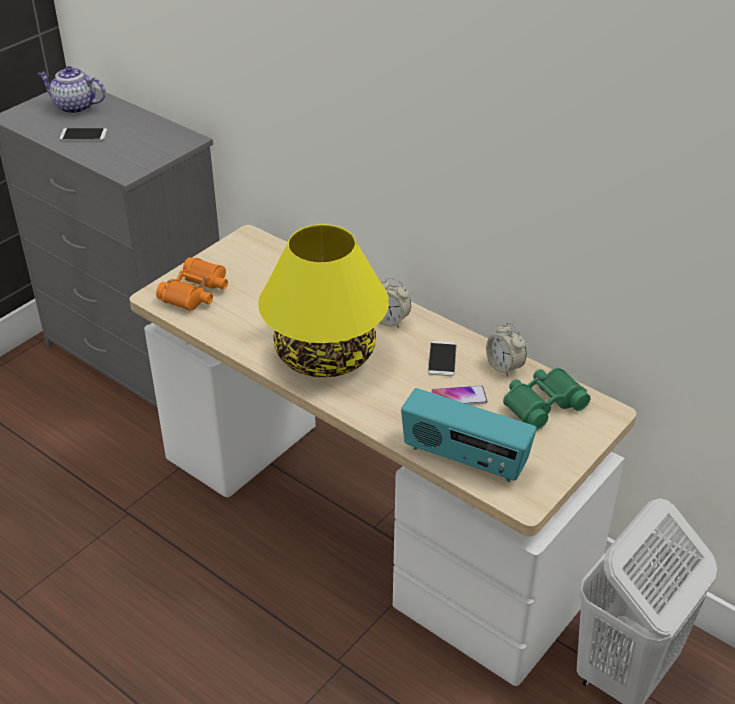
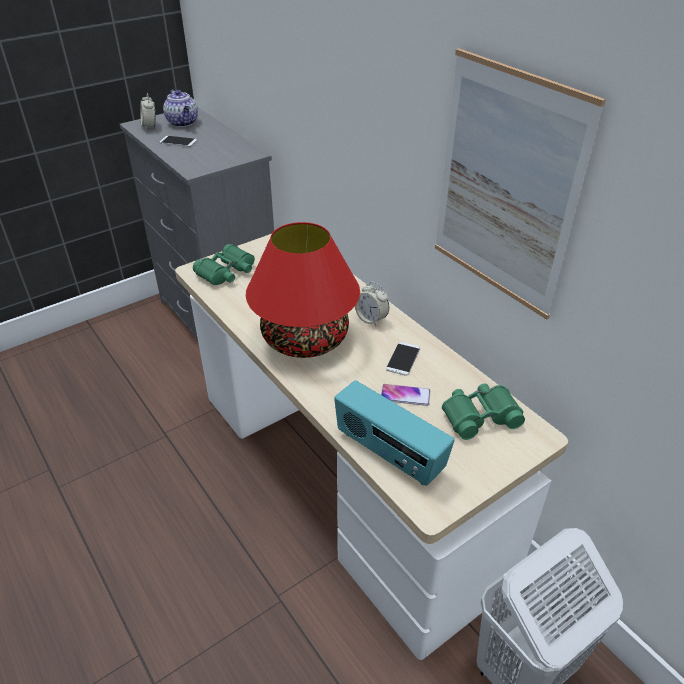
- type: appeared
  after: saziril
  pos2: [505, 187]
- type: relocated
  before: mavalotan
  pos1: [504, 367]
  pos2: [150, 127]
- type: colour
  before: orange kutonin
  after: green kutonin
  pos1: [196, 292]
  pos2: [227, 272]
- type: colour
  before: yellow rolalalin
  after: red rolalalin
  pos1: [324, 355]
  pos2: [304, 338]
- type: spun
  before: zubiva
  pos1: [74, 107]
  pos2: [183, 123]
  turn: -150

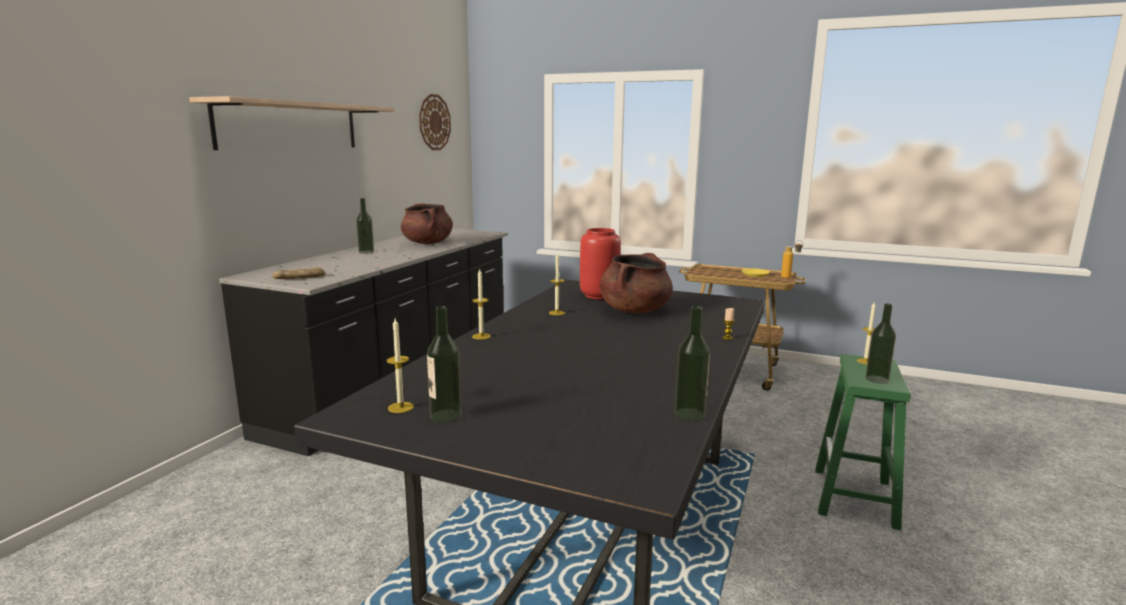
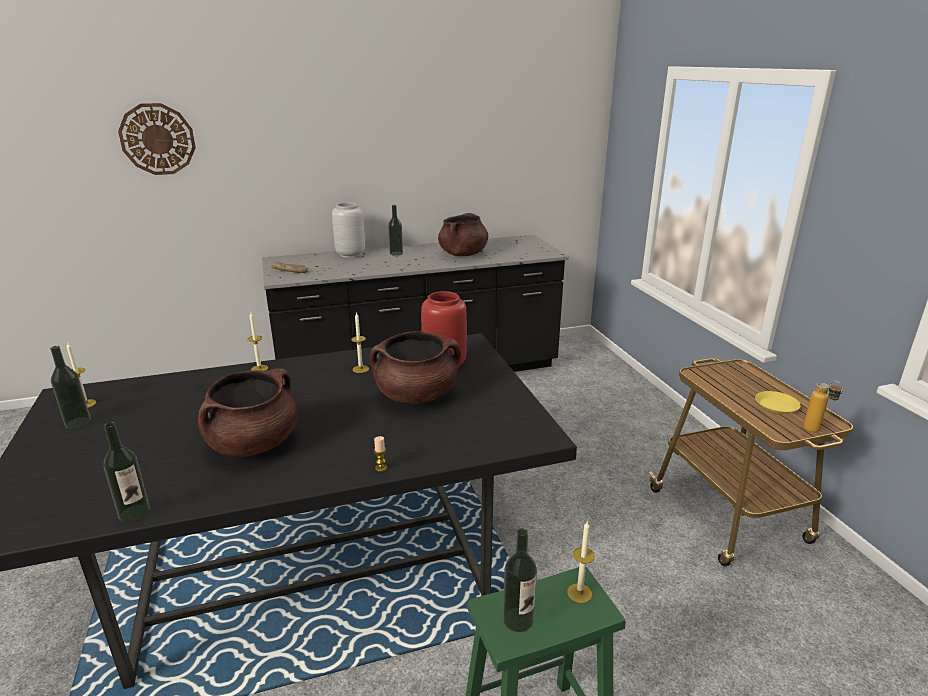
- type: missing
  before: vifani
  pos1: [290, 126]
- type: appeared
  after: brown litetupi
  pos2: [253, 444]
- type: appeared
  after: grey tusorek
  pos2: [351, 254]
- type: relocated
  before: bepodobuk
  pos1: [434, 122]
  pos2: [157, 139]

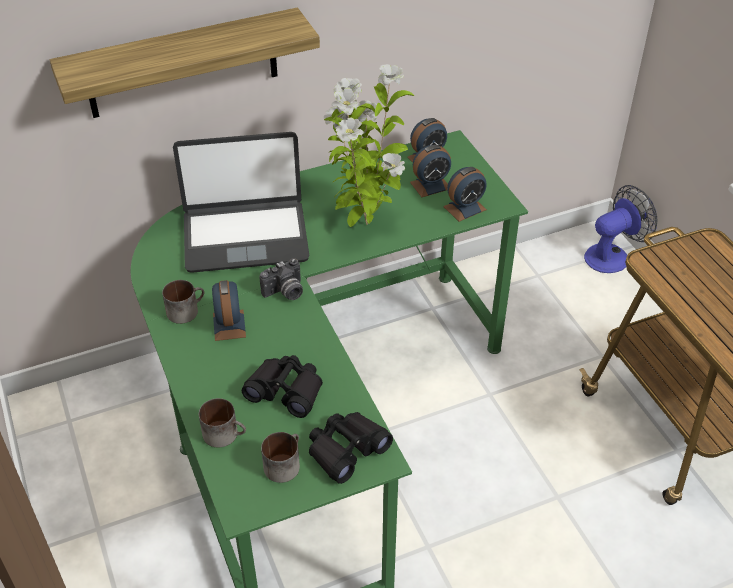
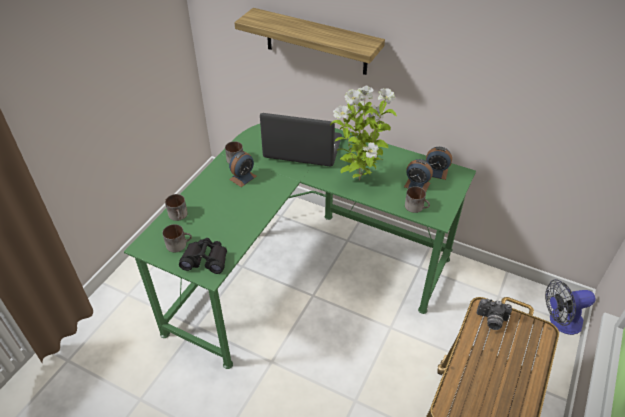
- type: missing
  before: black kutonin
  pos1: [286, 391]
- type: relocated
  before: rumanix
  pos1: [285, 292]
  pos2: [491, 320]
- type: exchanged
  before: mavalotan
  after: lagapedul
  pos1: [464, 208]
  pos2: [416, 207]
- type: spun
  before: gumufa
  pos1: [245, 236]
  pos2: [303, 148]
  turn: 150
- type: spun
  before: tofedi
  pos1: [613, 255]
  pos2: [560, 322]
  turn: 150

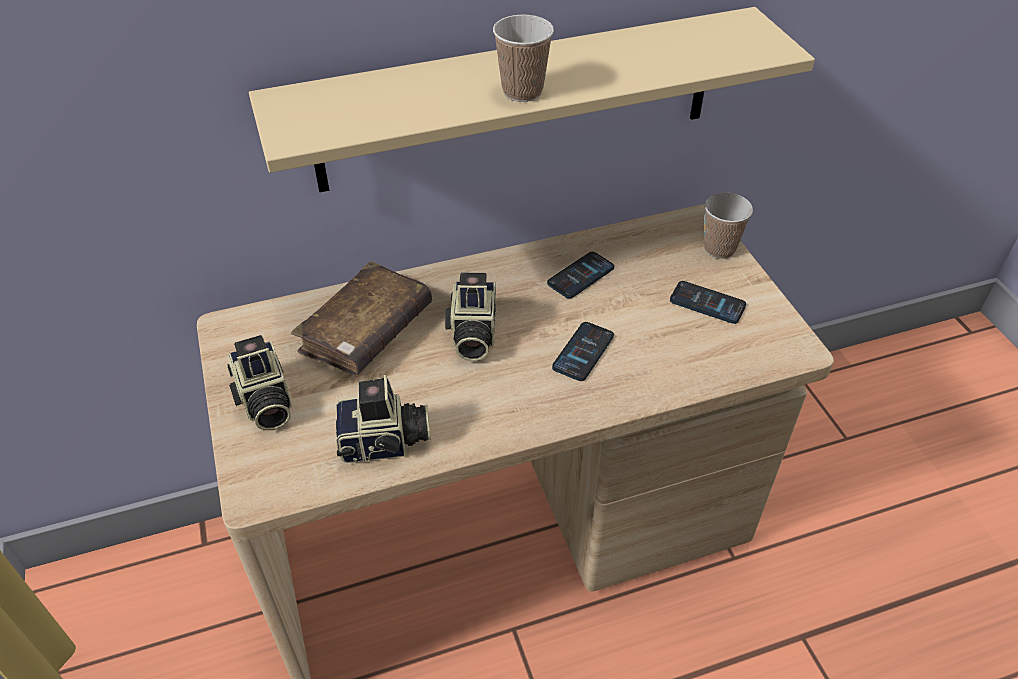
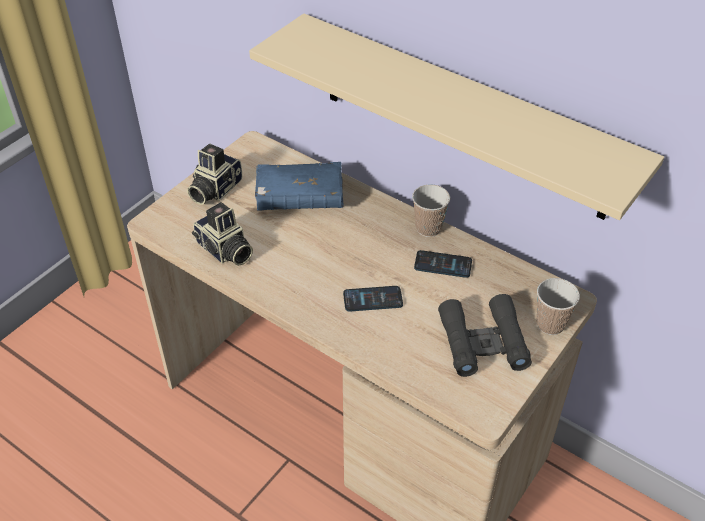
- type: missing
  before: rumanix
  pos1: [472, 334]
- type: relocated
  before: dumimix
  pos1: [522, 92]
  pos2: [428, 228]
- type: exchanged
  before: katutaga
  after: black kutonin
  pos1: [707, 303]
  pos2: [483, 342]
- type: colour
  before: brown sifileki
  after: blue sifileki
  pos1: [366, 331]
  pos2: [300, 197]

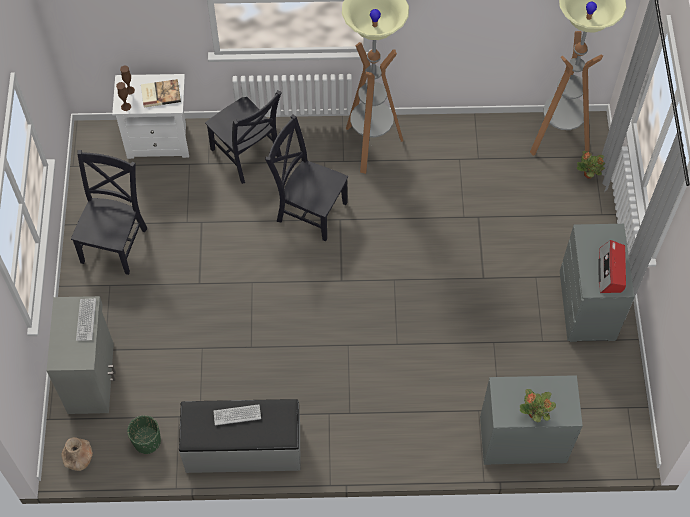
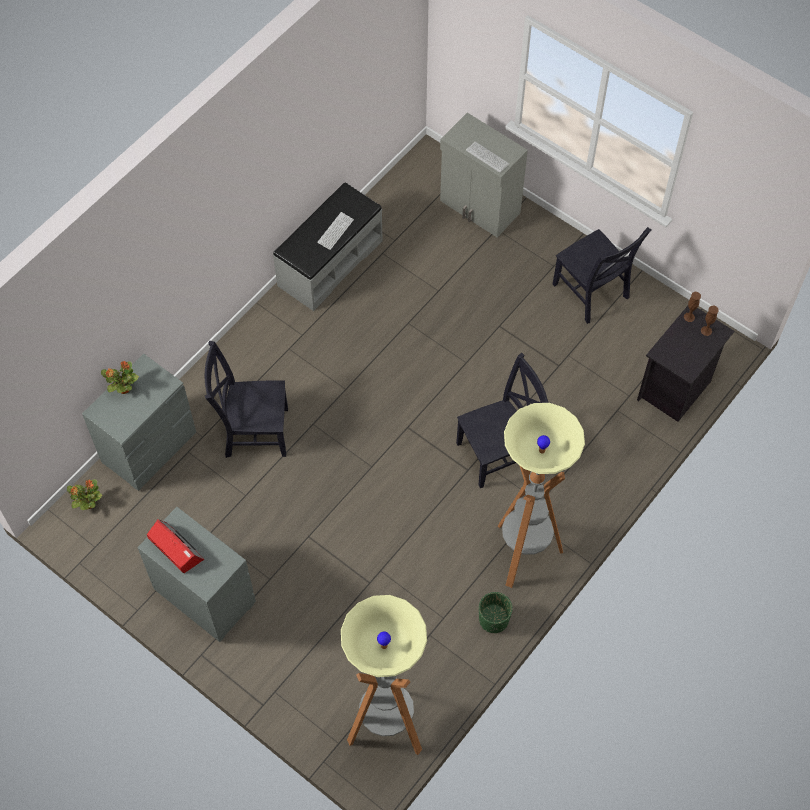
- type: missing
  before: brown tusorek
  pos1: [79, 458]
- type: missing
  before: sifileki
  pos1: [160, 94]
- type: relocated
  before: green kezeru
  pos1: [147, 441]
  pos2: [493, 620]
- type: relocated
  before: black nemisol
  pos1: [247, 155]
  pos2: [253, 431]
- type: relocated
  before: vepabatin
  pos1: [589, 174]
  pos2: [88, 504]
- type: colour
  before: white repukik
  after: black repukik
  pos1: [159, 140]
  pos2: [675, 390]

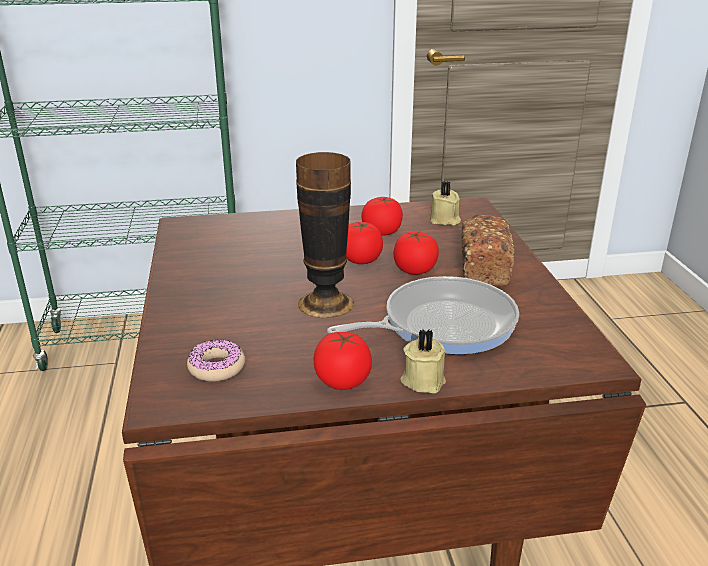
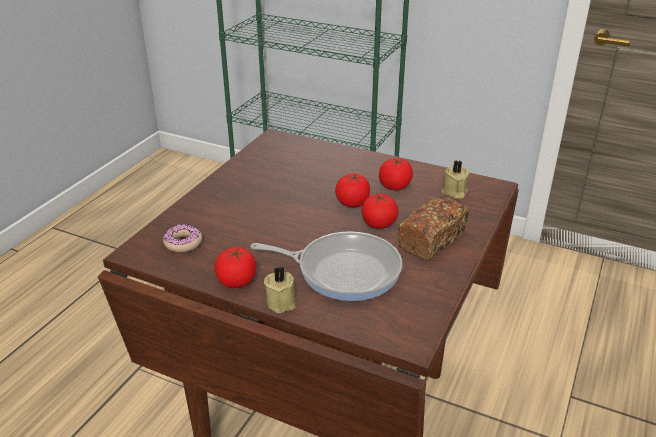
- type: missing
  before: tusorek
  pos1: [326, 303]

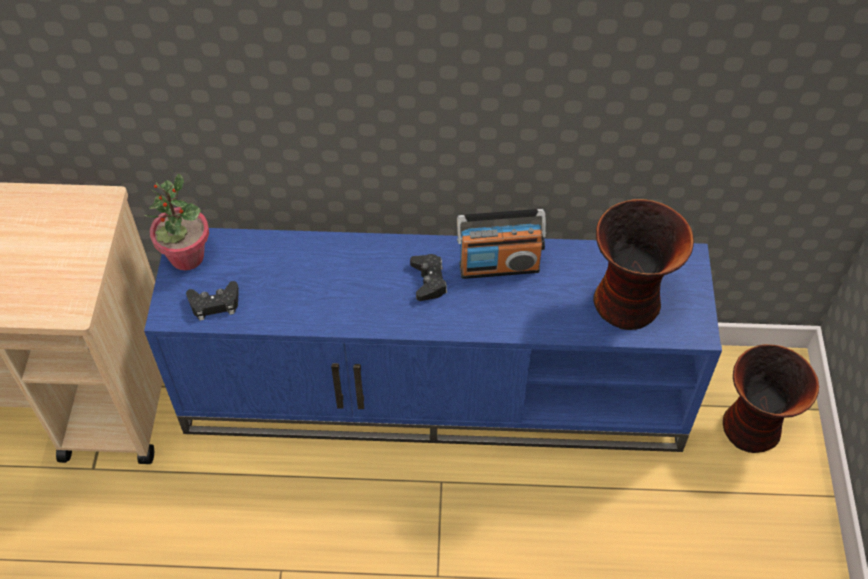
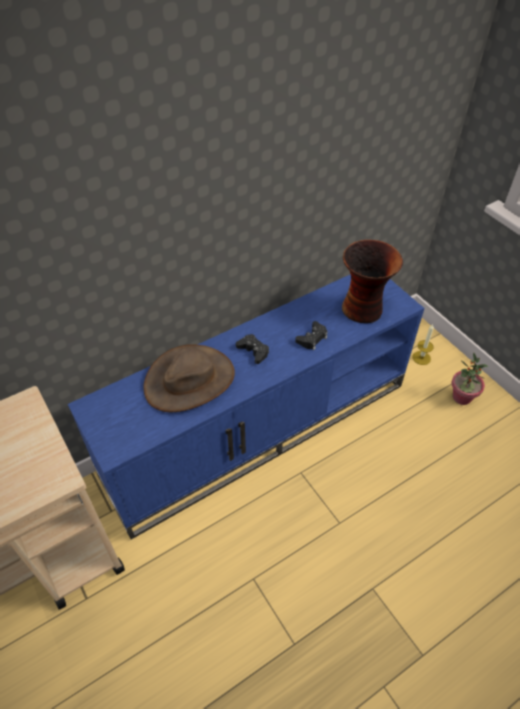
- type: missing
  before: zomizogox
  pos1: [499, 266]
- type: appeared
  after: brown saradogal
  pos2: [189, 380]
- type: relocated
  before: vepabatin
  pos1: [186, 257]
  pos2: [461, 397]
- type: relocated
  before: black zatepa
  pos1: [215, 304]
  pos2: [312, 338]
- type: exchanged
  before: tusorek
  after: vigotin
  pos1: [753, 429]
  pos2: [421, 358]

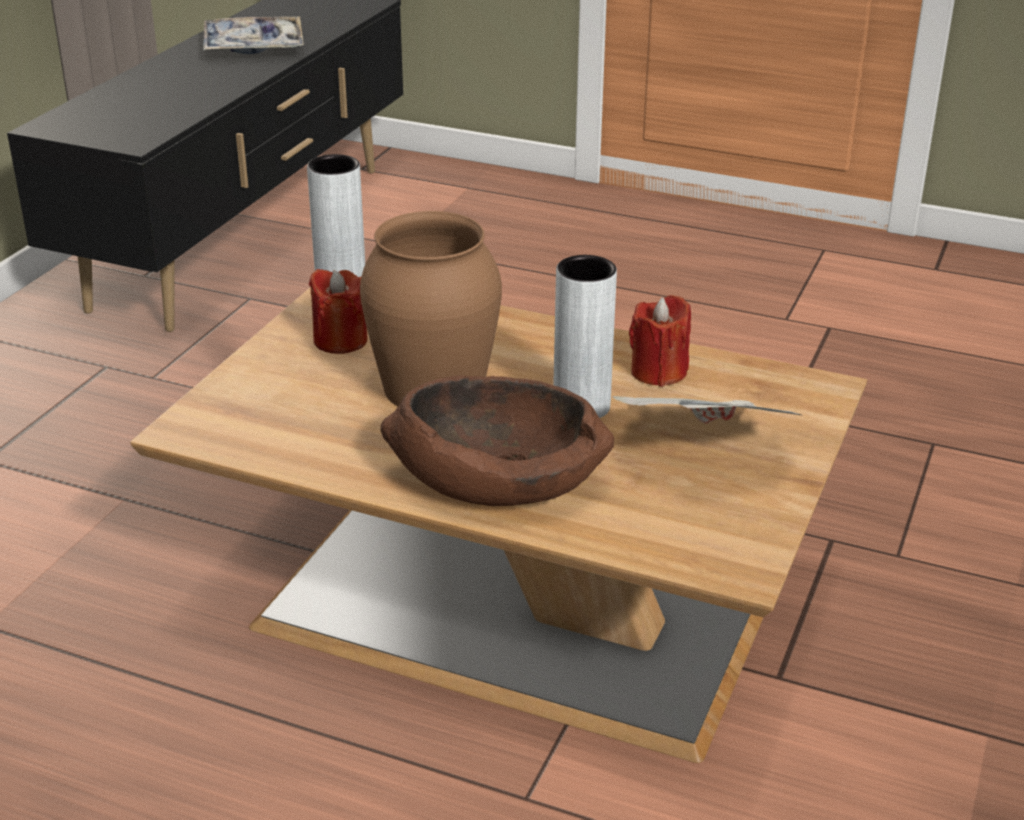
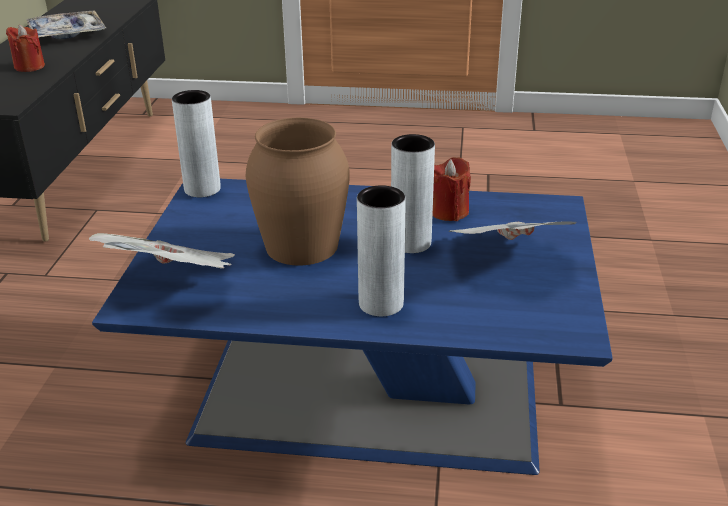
- type: appeared
  after: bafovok
  pos2: [174, 281]
- type: relocated
  before: red vigotin
  pos1: [340, 340]
  pos2: [29, 67]
- type: exchanged
  before: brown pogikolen
  after: grey tusorek
  pos1: [498, 480]
  pos2: [381, 304]
- type: colour
  before: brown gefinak
  after: blue gefinak
  pos1: [506, 605]
  pos2: [363, 391]

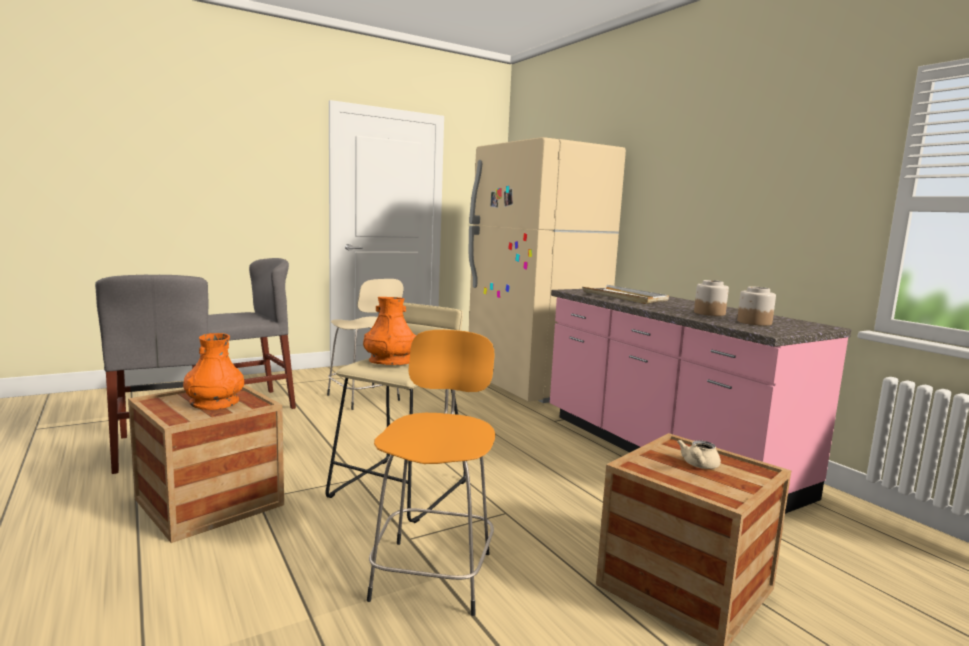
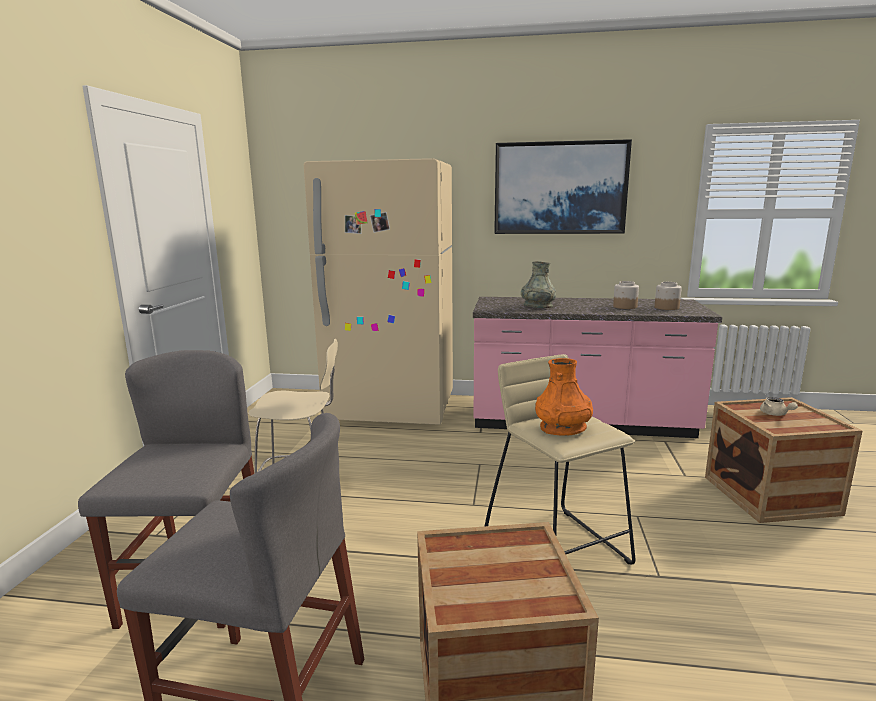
- type: missing
  before: orange tusorek
  pos1: [214, 402]
- type: missing
  before: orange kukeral
  pos1: [434, 572]
- type: appeared
  after: saziril
  pos2: [560, 188]
- type: exchanged
  before: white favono
  after: grey tusorek
  pos1: [624, 297]
  pos2: [537, 306]

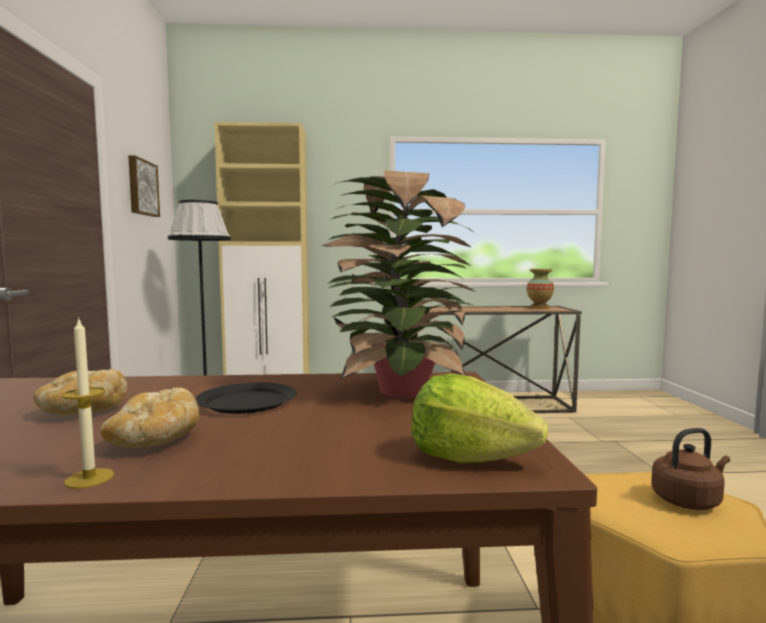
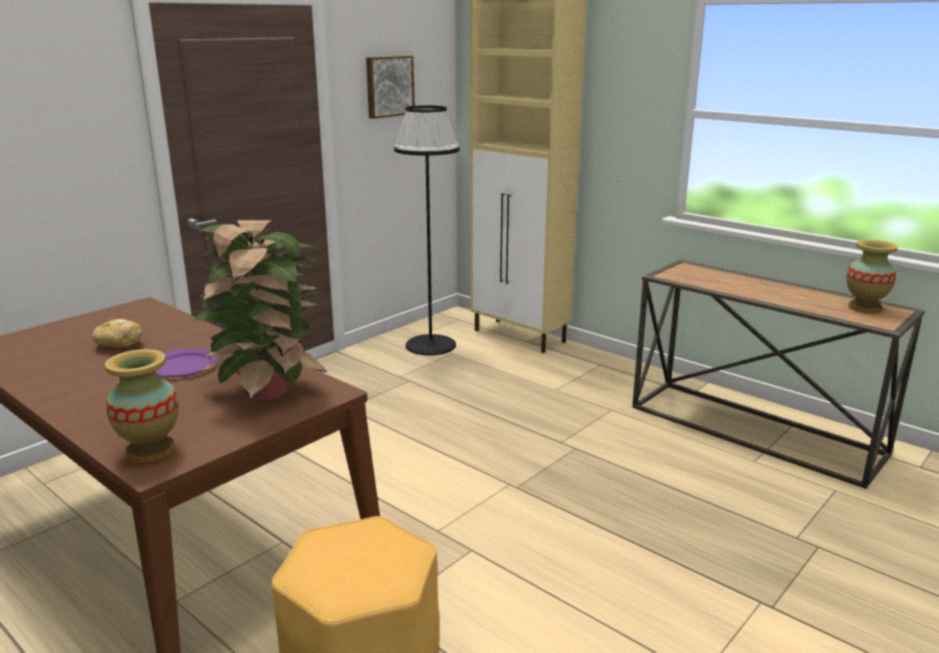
- type: missing
  before: vigotin
  pos1: [89, 478]
- type: missing
  before: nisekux
  pos1: [156, 442]
- type: missing
  before: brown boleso
  pos1: [688, 500]
- type: exchanged
  before: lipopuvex
  after: tusorek
  pos1: [469, 457]
  pos2: [150, 450]
- type: colour
  before: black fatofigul
  after: purple fatofigul
  pos1: [246, 402]
  pos2: [183, 366]

